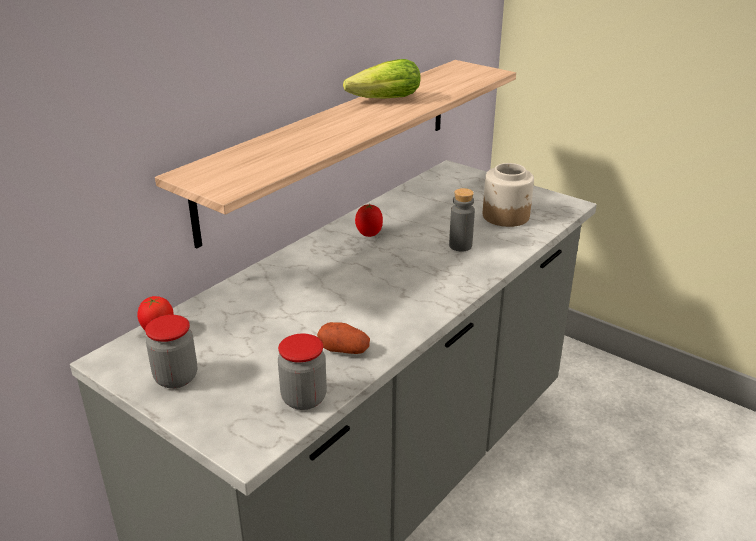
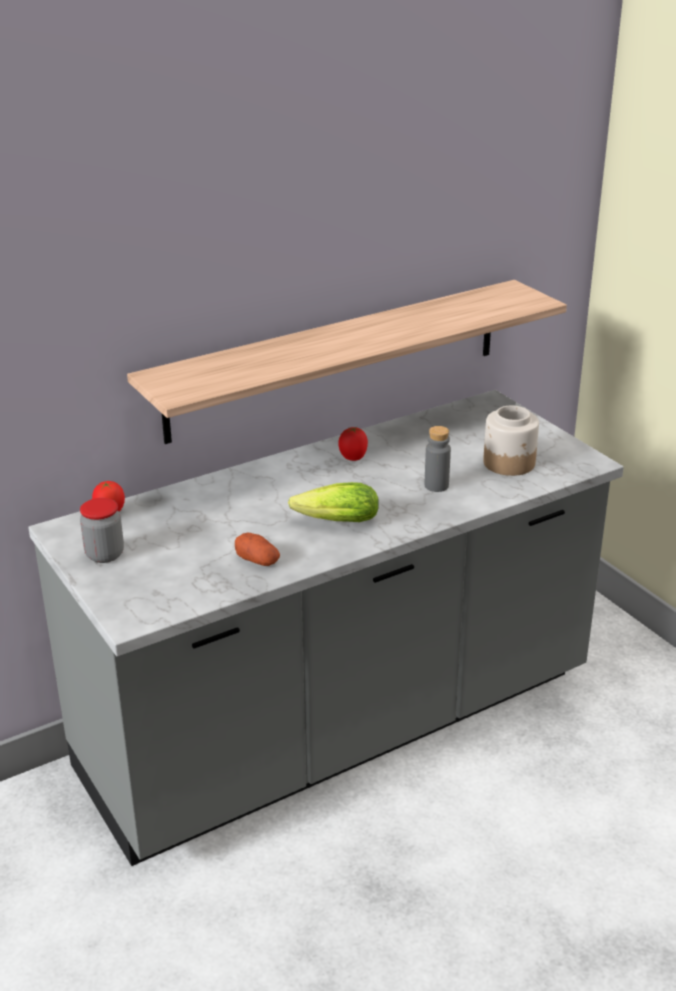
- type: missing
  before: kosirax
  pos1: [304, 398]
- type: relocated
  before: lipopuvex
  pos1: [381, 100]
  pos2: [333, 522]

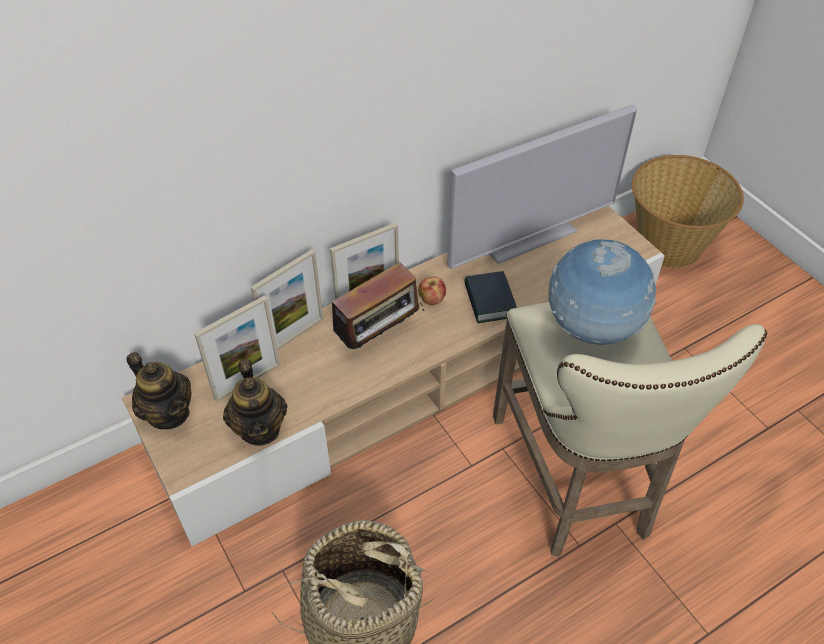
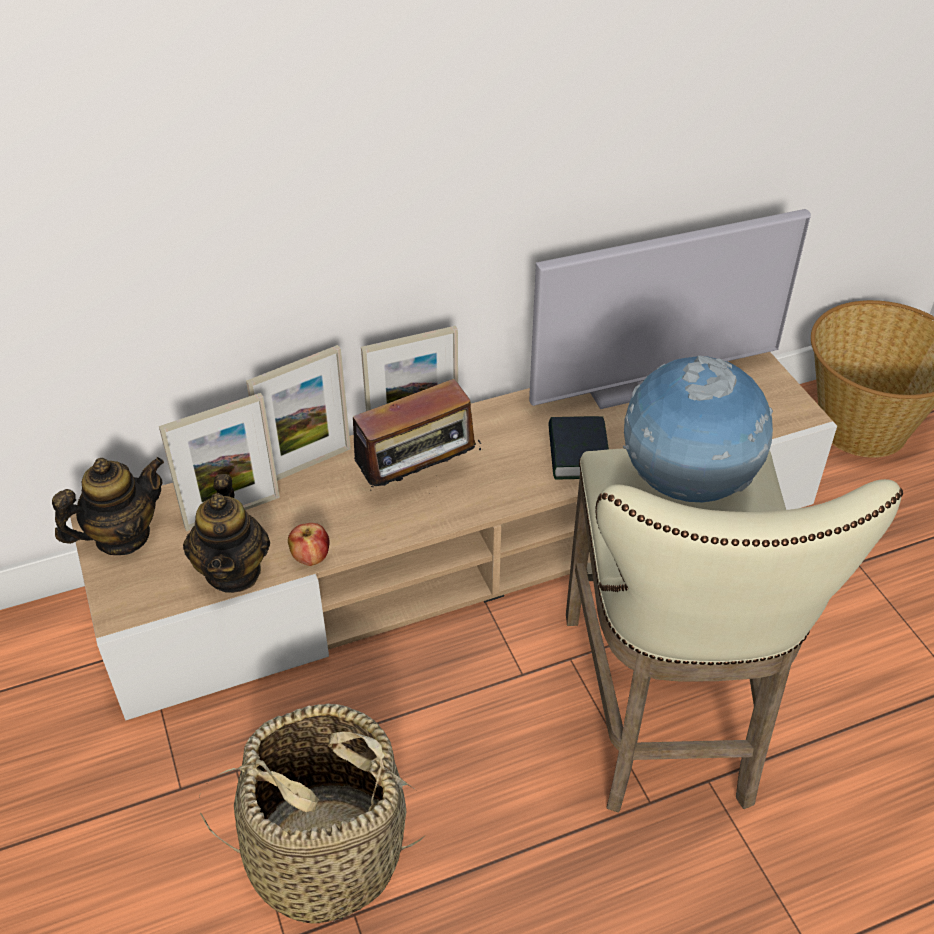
- type: relocated
  before: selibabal
  pos1: [432, 300]
  pos2: [311, 557]
- type: spun
  before: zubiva
  pos1: [168, 413]
  pos2: [122, 537]
  turn: -90

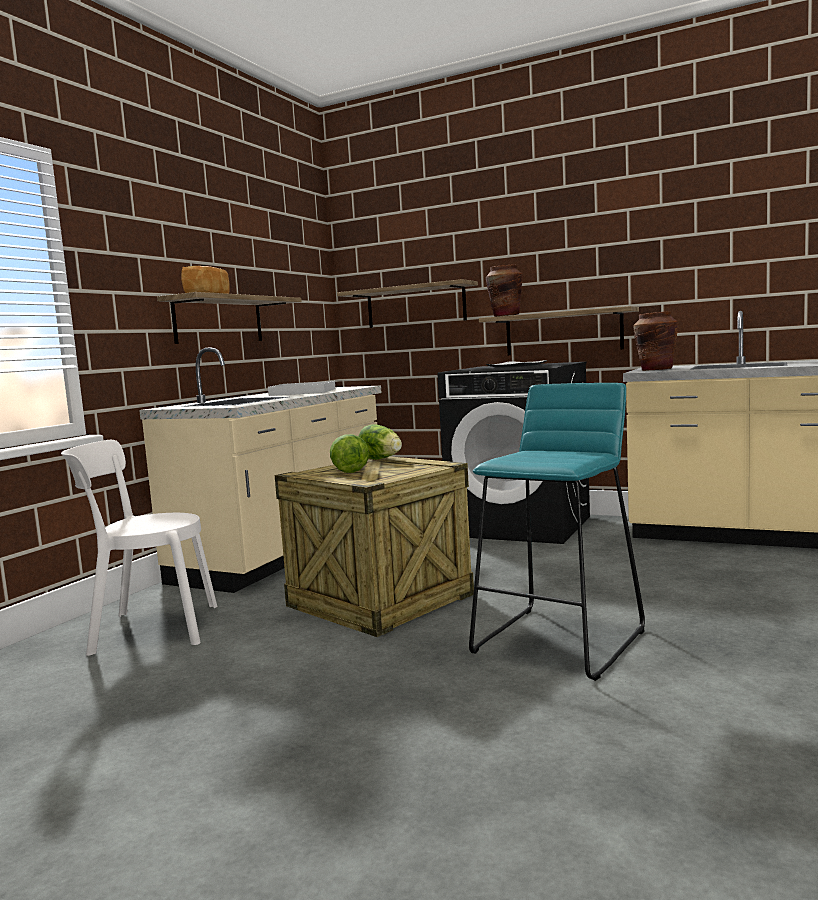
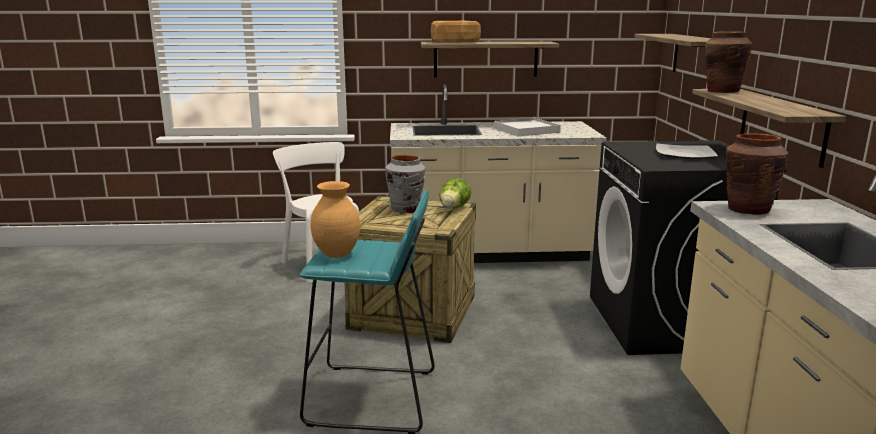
- type: appeared
  after: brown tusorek
  pos2: [337, 254]
- type: exchanged
  before: lipopuvex
  after: grey tusorek
  pos1: [348, 470]
  pos2: [405, 209]

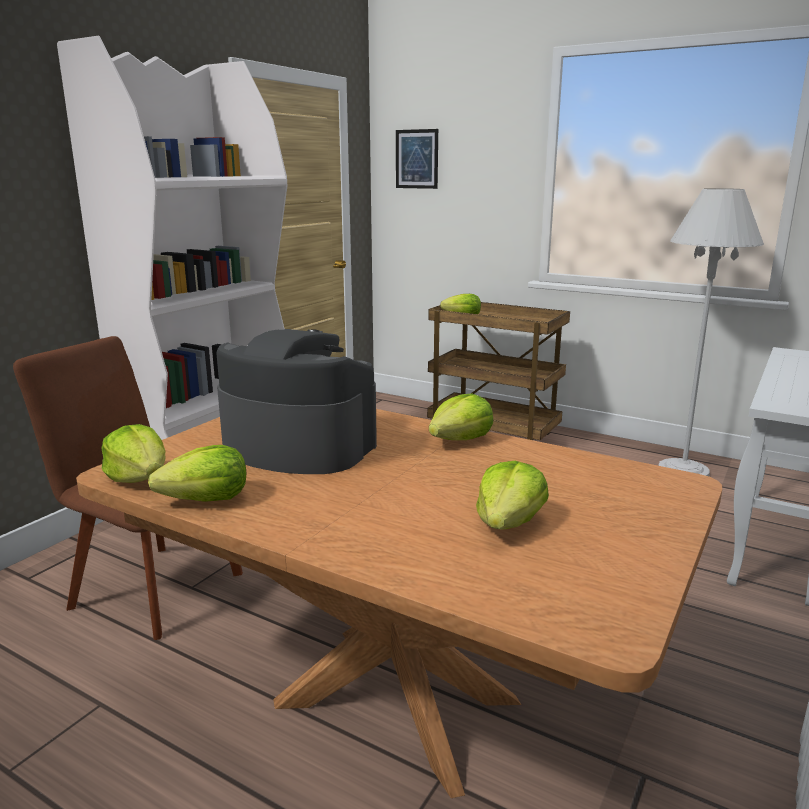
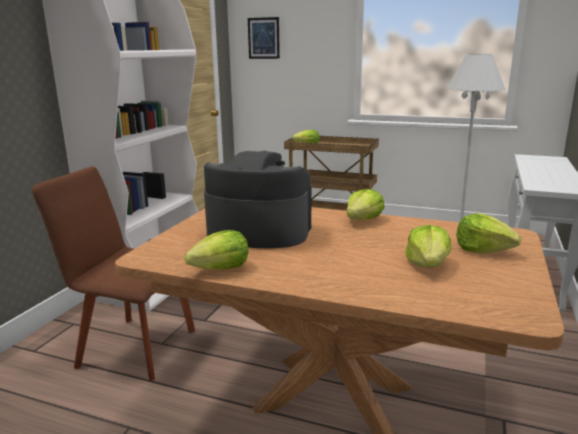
- type: relocated
  before: lipopuvex
  pos1: [140, 478]
  pos2: [483, 249]

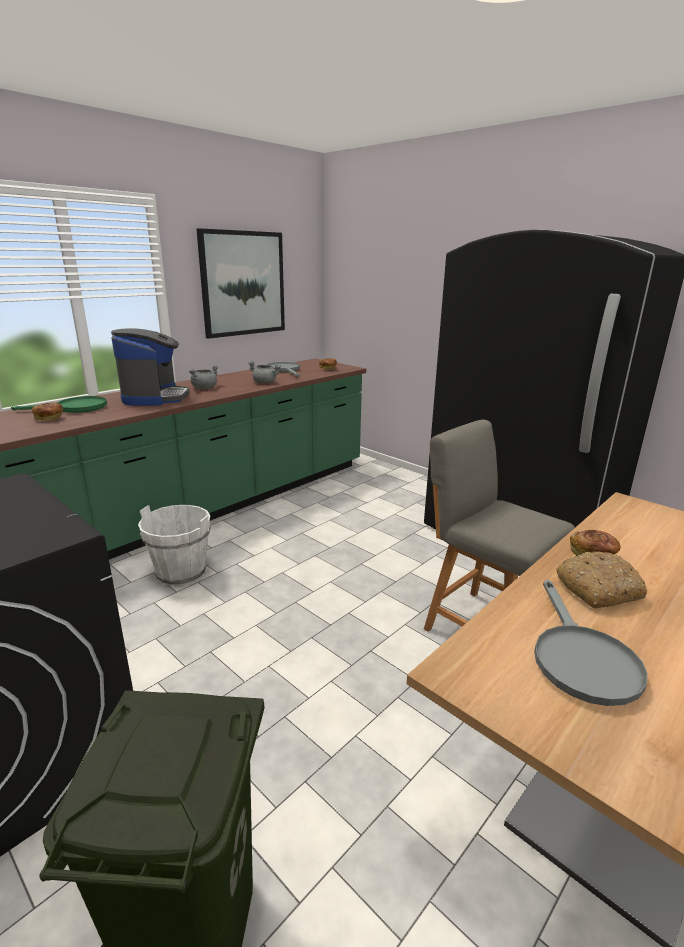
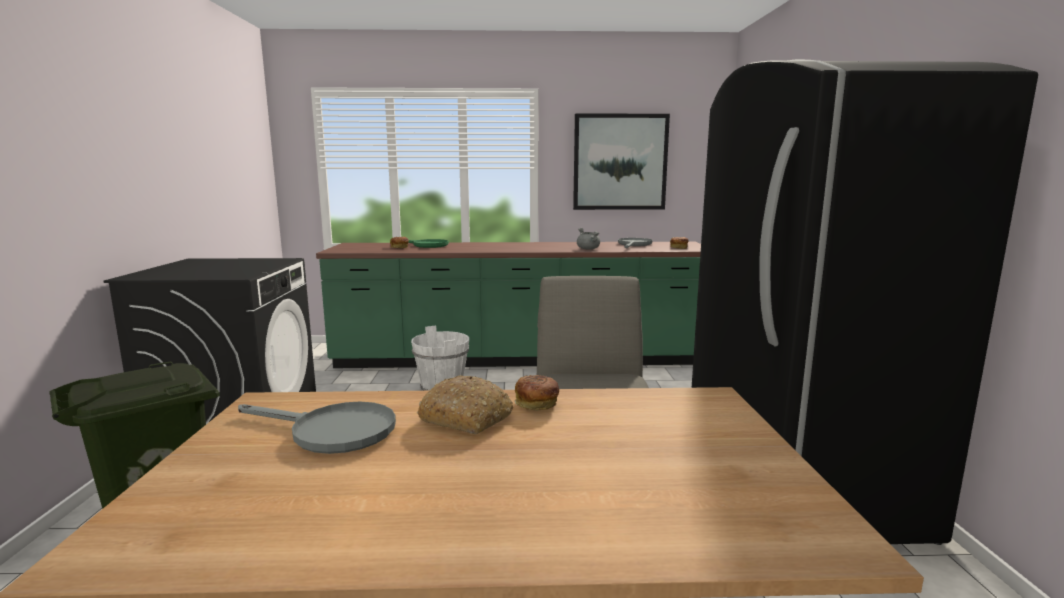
- type: missing
  before: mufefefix
  pos1: [155, 397]
- type: missing
  before: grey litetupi
  pos1: [204, 388]
- type: spun
  before: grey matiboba
  pos1: [579, 658]
  pos2: [331, 431]
  turn: -120

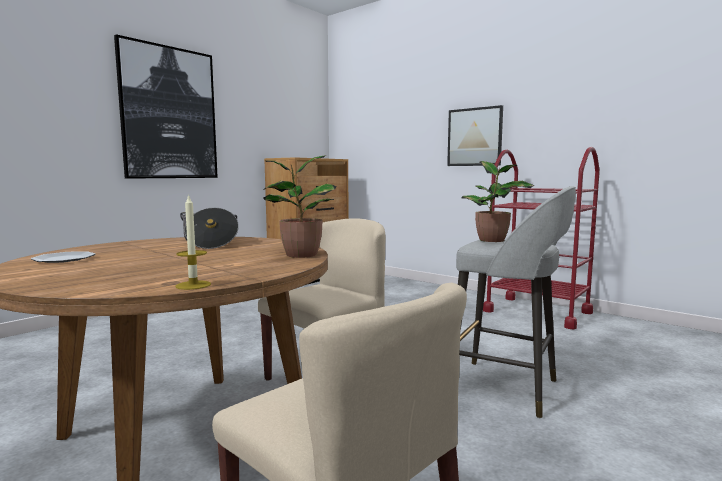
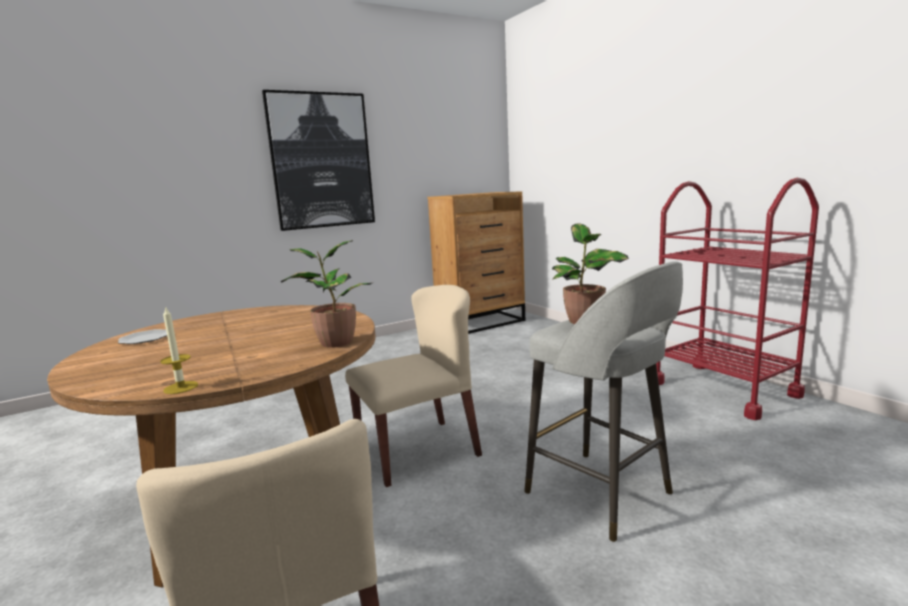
- type: missing
  before: litetupi
  pos1: [210, 243]
- type: missing
  before: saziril
  pos1: [474, 137]

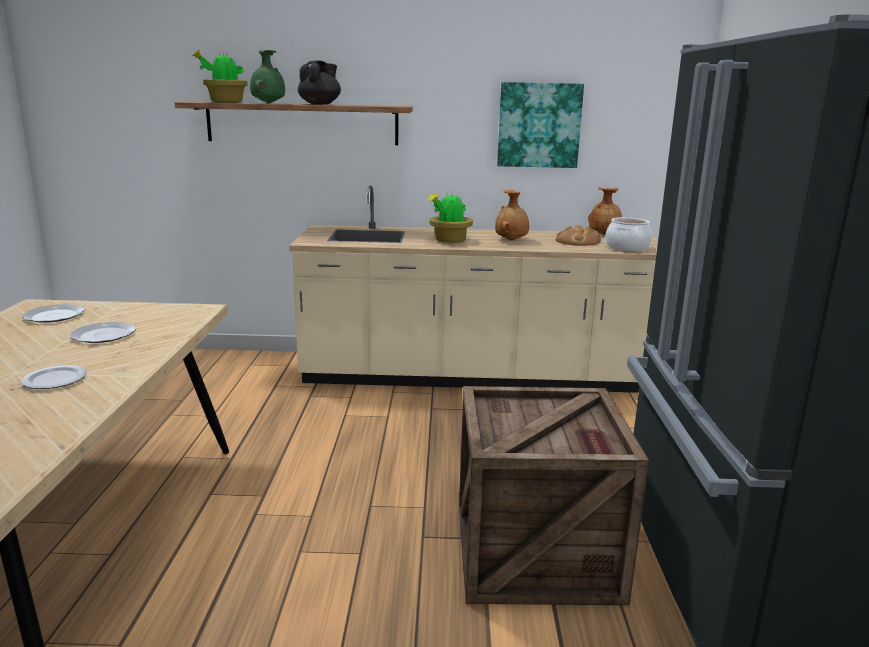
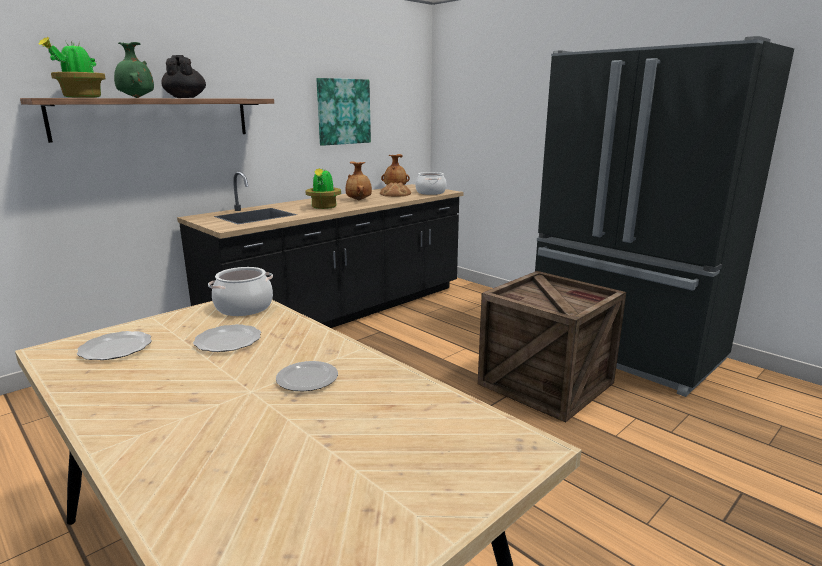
- type: appeared
  after: litetupi
  pos2: [244, 307]
- type: colour
  before: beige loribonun
  after: black loribonun
  pos1: [474, 376]
  pos2: [342, 313]

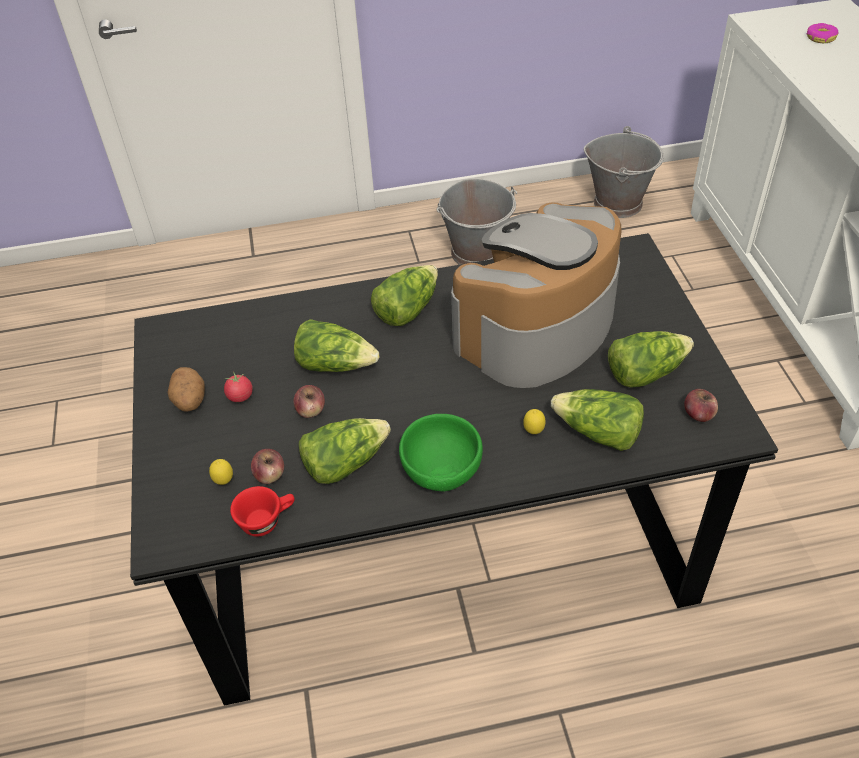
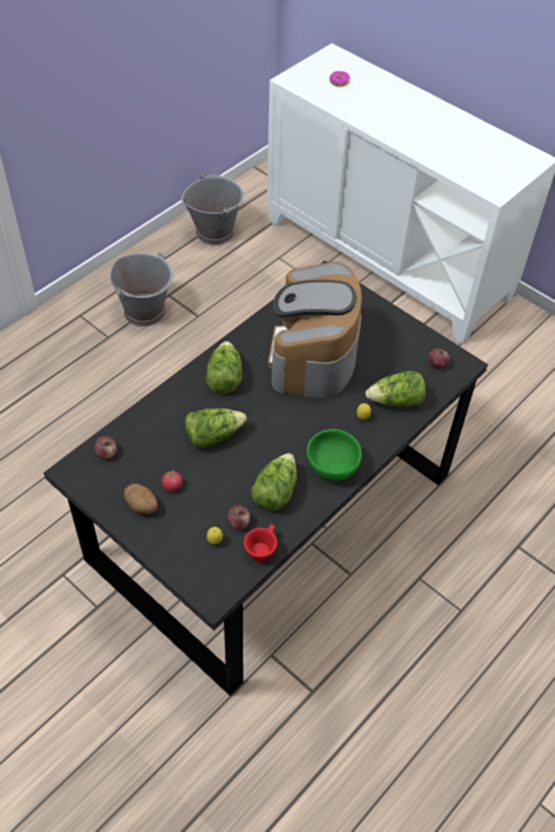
- type: missing
  before: lipopuvex
  pos1: [645, 372]
- type: relocated
  before: selibabal
  pos1: [311, 410]
  pos2: [106, 453]

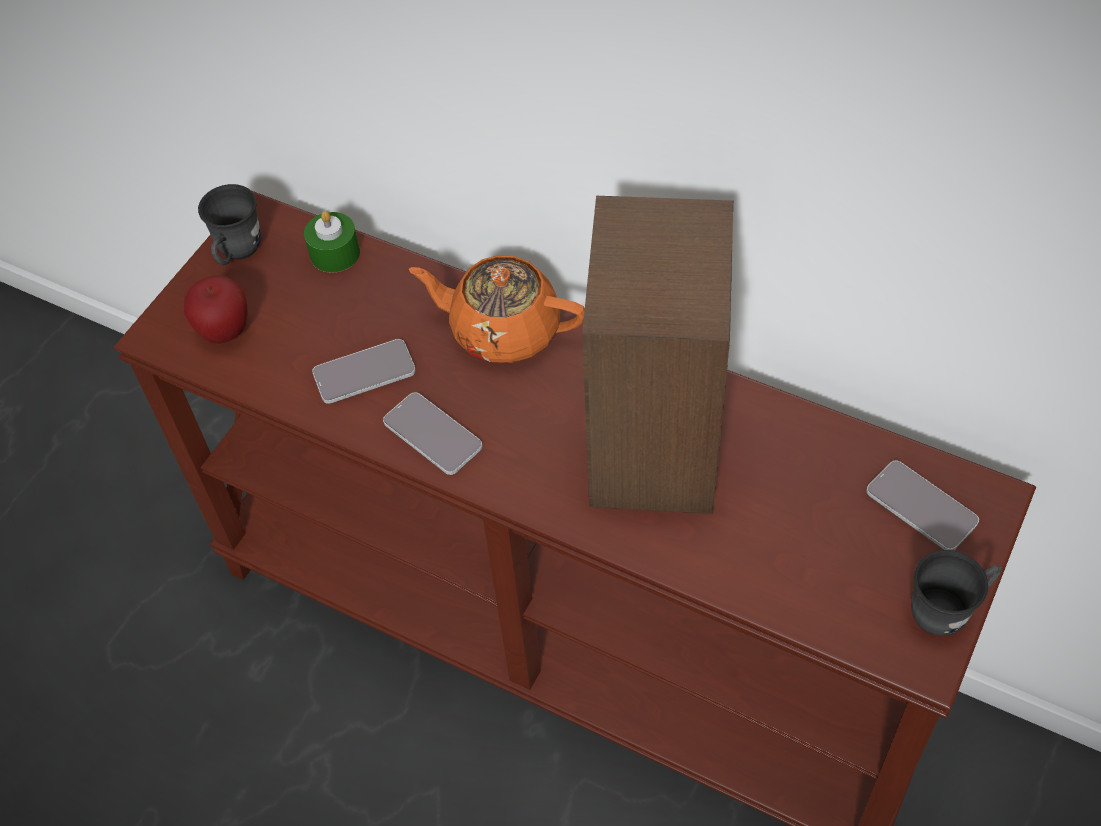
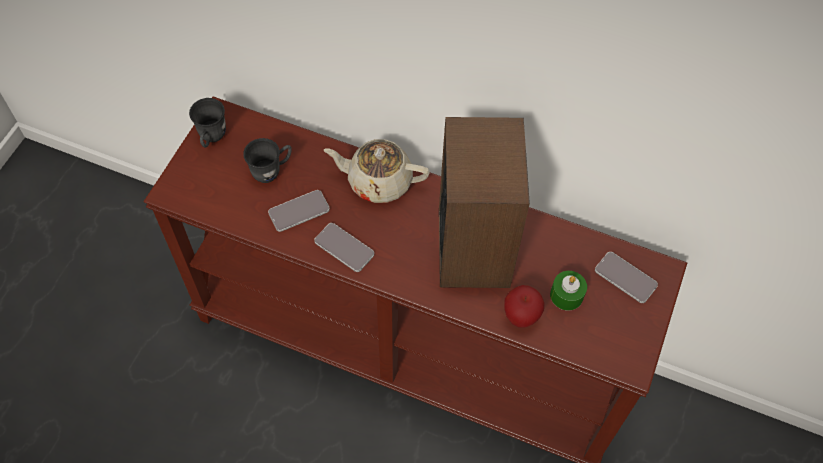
- type: relocated
  before: selibabal
  pos1: [225, 332]
  pos2: [520, 317]
- type: relocated
  before: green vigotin
  pos1: [335, 253]
  pos2: [566, 295]
- type: relocated
  before: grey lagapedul
  pos1: [948, 611]
  pos2: [272, 171]
- type: colour
  before: orange zubiva
  after: beige zubiva
  pos1: [503, 329]
  pos2: [378, 181]

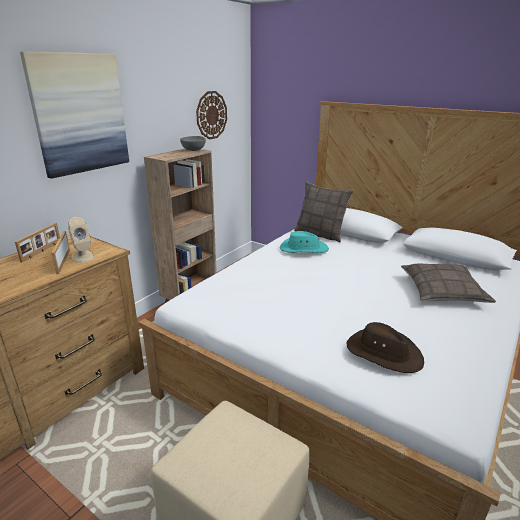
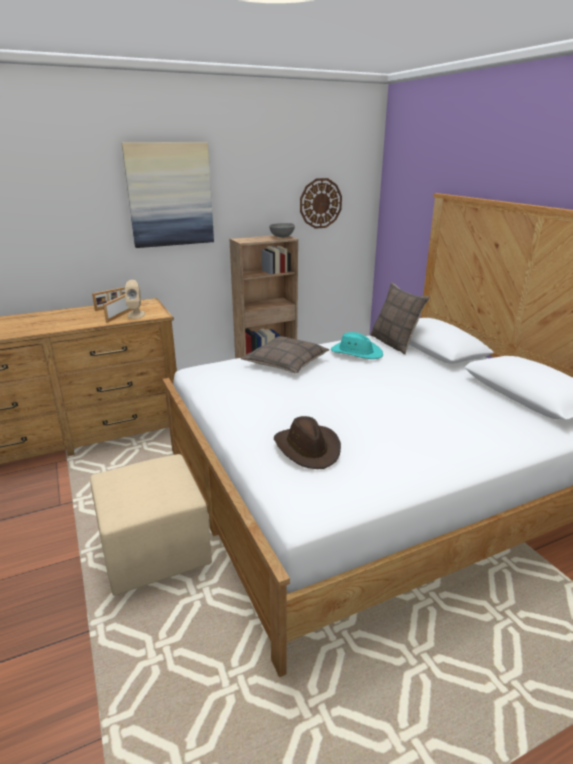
- type: relocated
  before: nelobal
  pos1: [442, 292]
  pos2: [285, 363]

